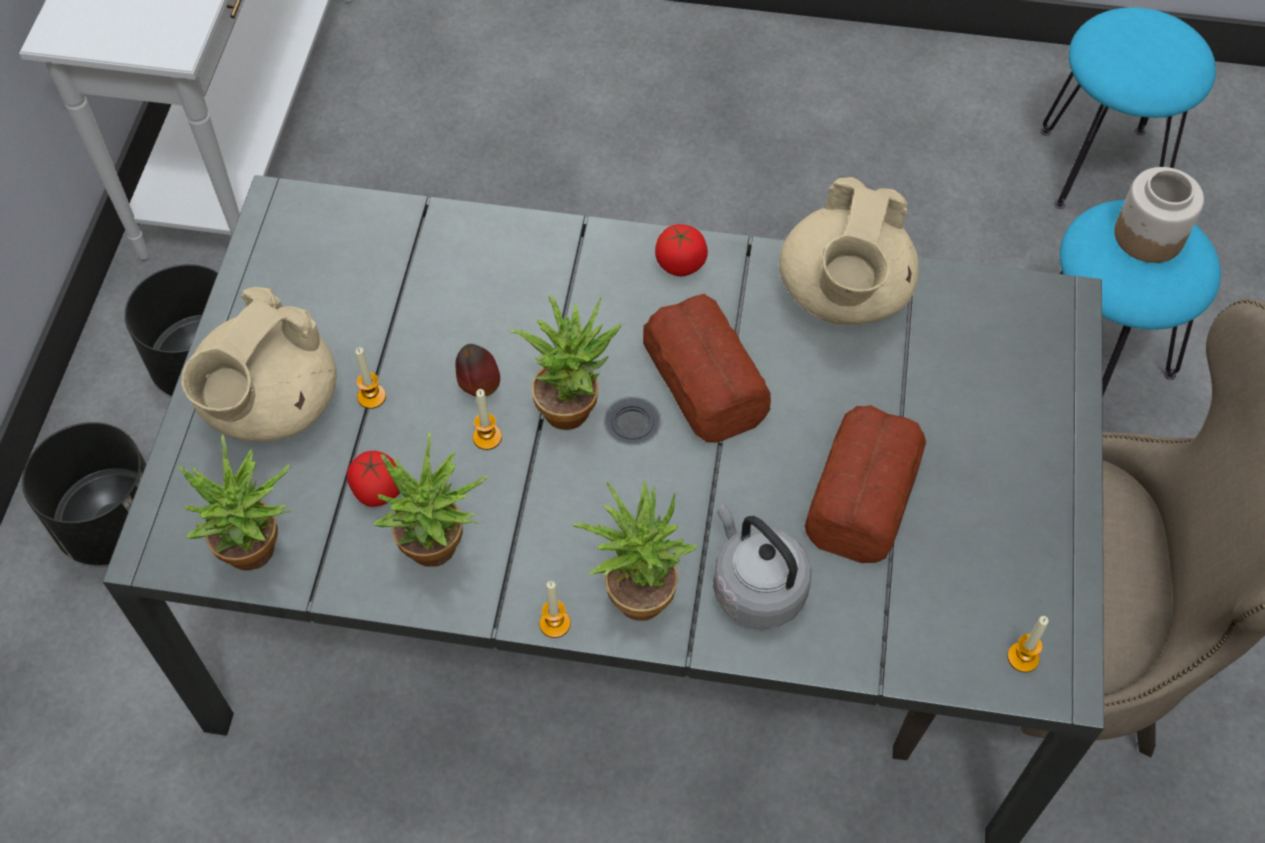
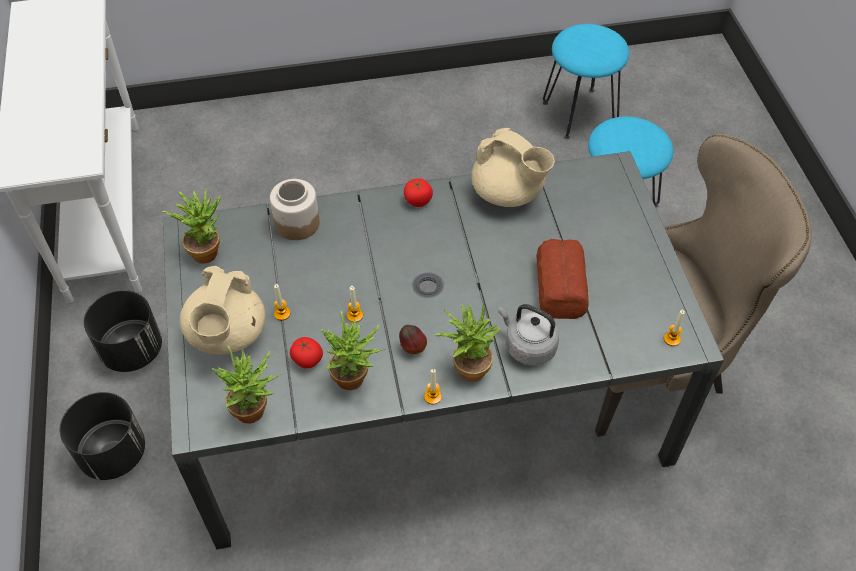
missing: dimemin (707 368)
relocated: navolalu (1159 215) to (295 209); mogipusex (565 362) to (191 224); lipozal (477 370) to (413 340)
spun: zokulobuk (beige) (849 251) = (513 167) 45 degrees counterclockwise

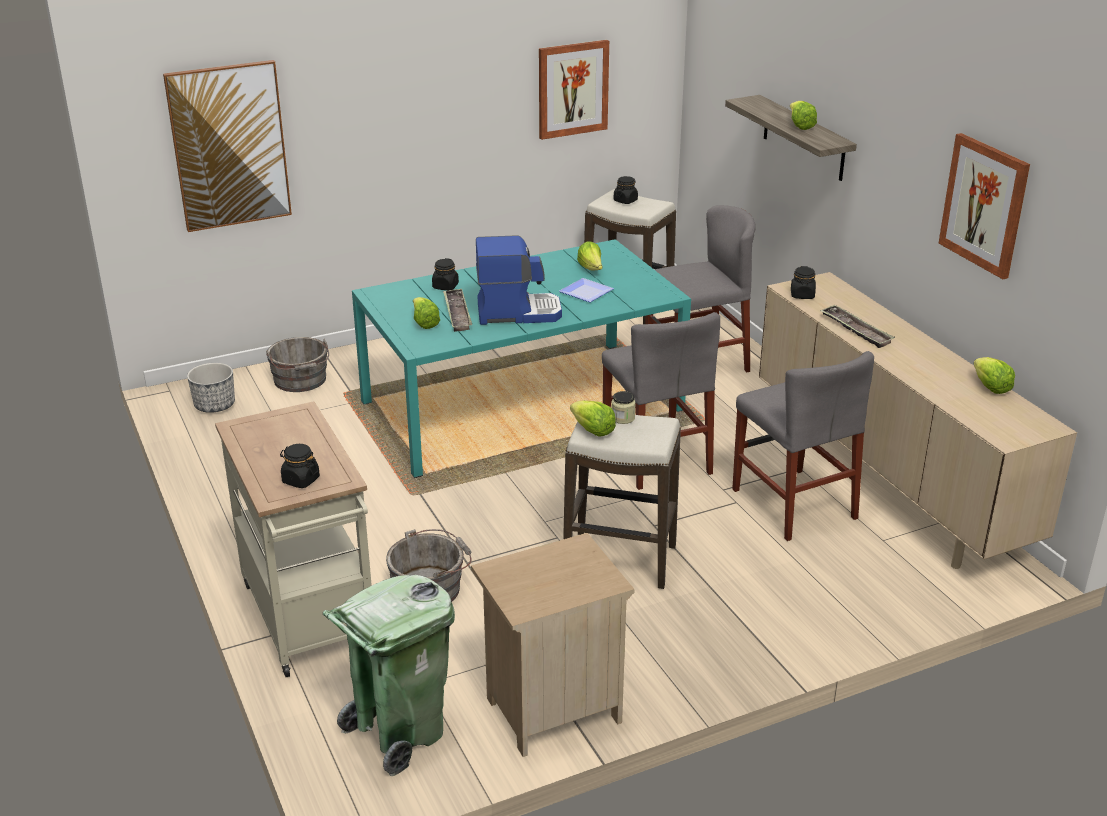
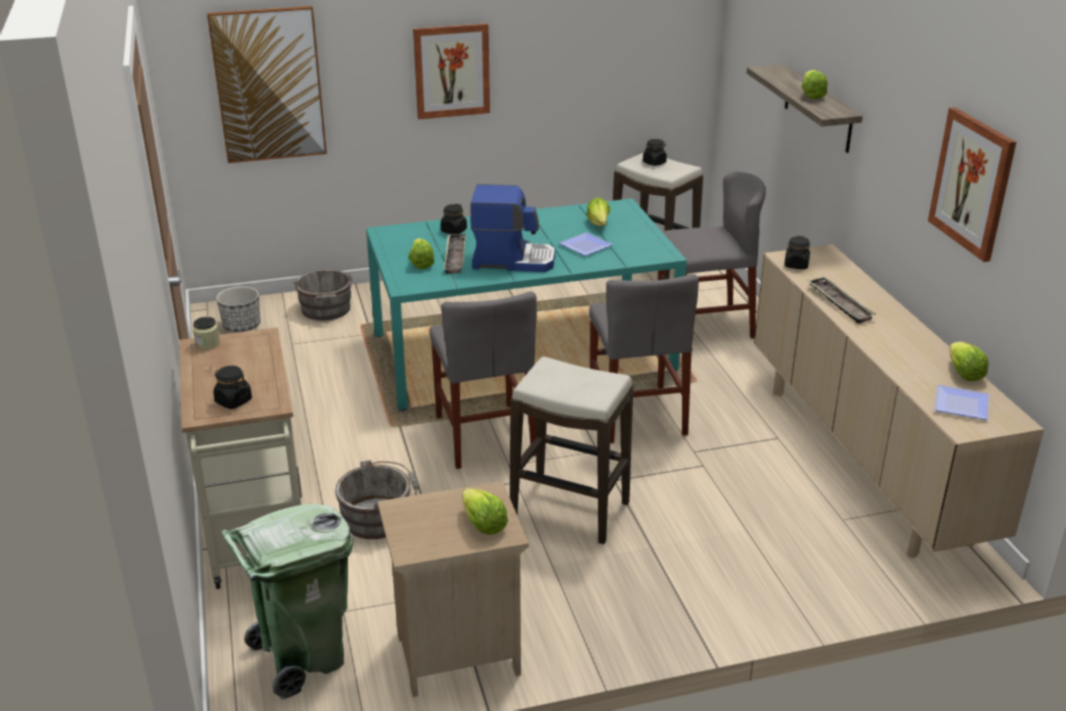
appeared: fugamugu (962 402)
relocated: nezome (574 90) to (451 71); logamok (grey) (803 446) to (483 380); navolalu (624 407) to (206 333); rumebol (593 418) to (485 511)

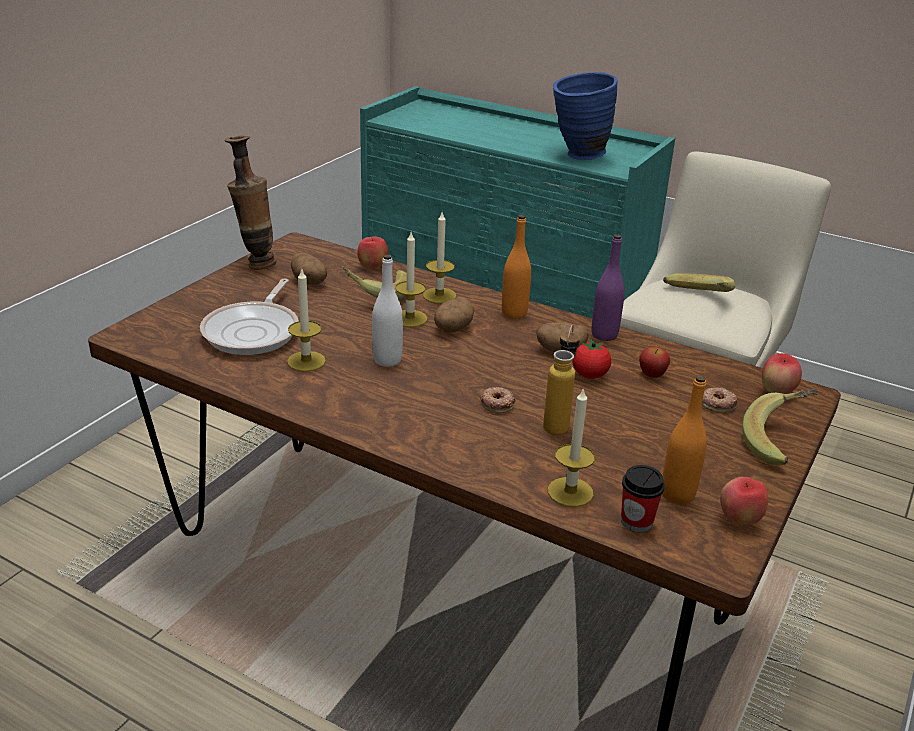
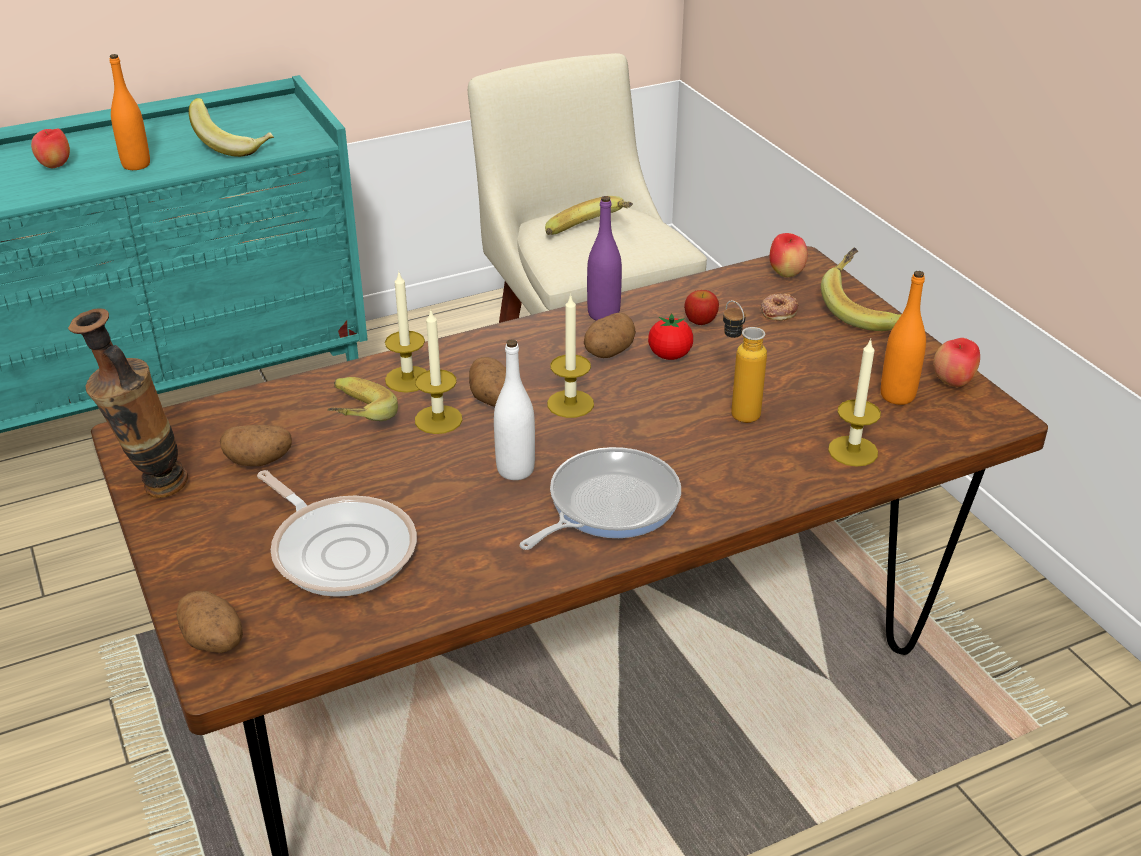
missing: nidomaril (498 400); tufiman (643 498)
appeared: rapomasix (600 498); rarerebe (209 622)
relocated: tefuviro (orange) (516 266) to (130 112); lipozal (372 253) to (50 148); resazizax (306 320) to (570 356)
exchanged: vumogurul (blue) (585 116) to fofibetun (231 127)

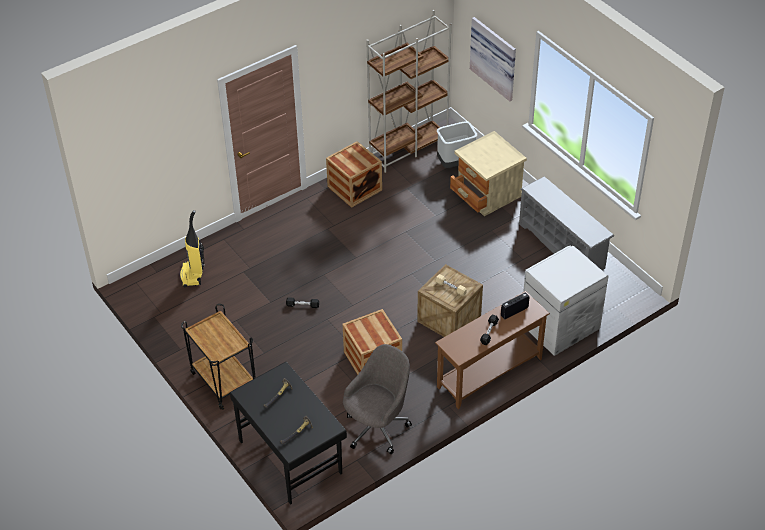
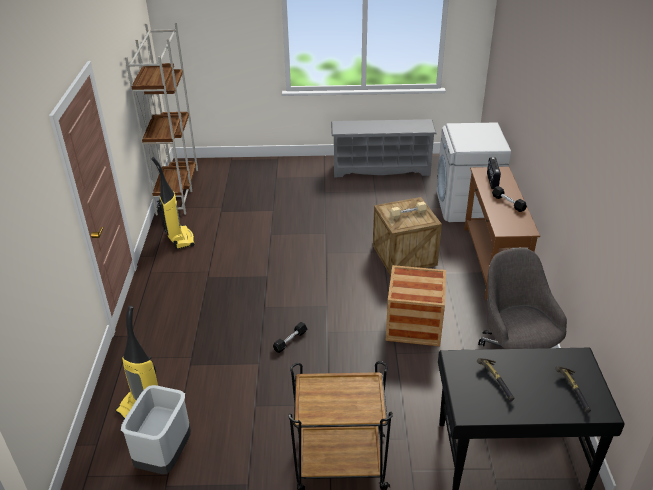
missing: nezome (493 59); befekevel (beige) (488 173)
relocated: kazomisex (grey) (457 144) to (156 429)
exchanged: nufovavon (354 174) to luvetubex (173 203)

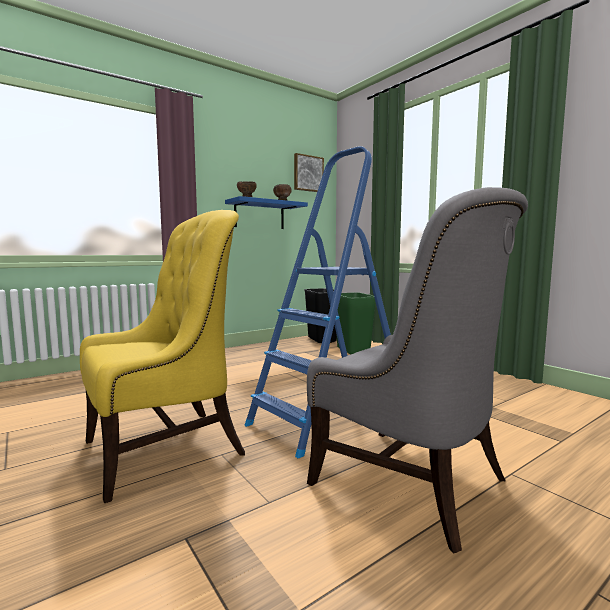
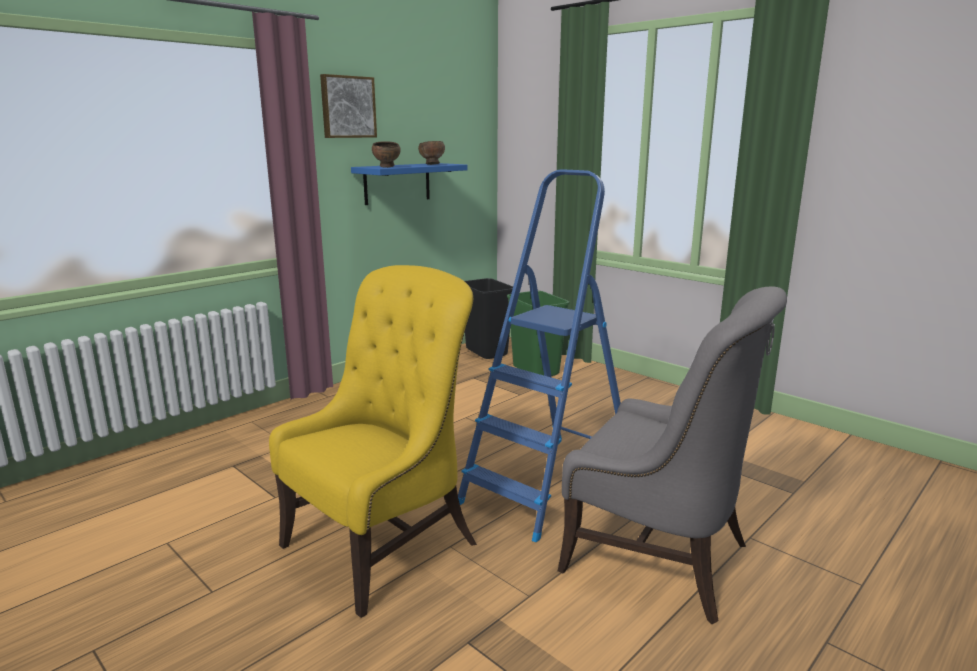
relocated: nezome (309 172) to (348 106)

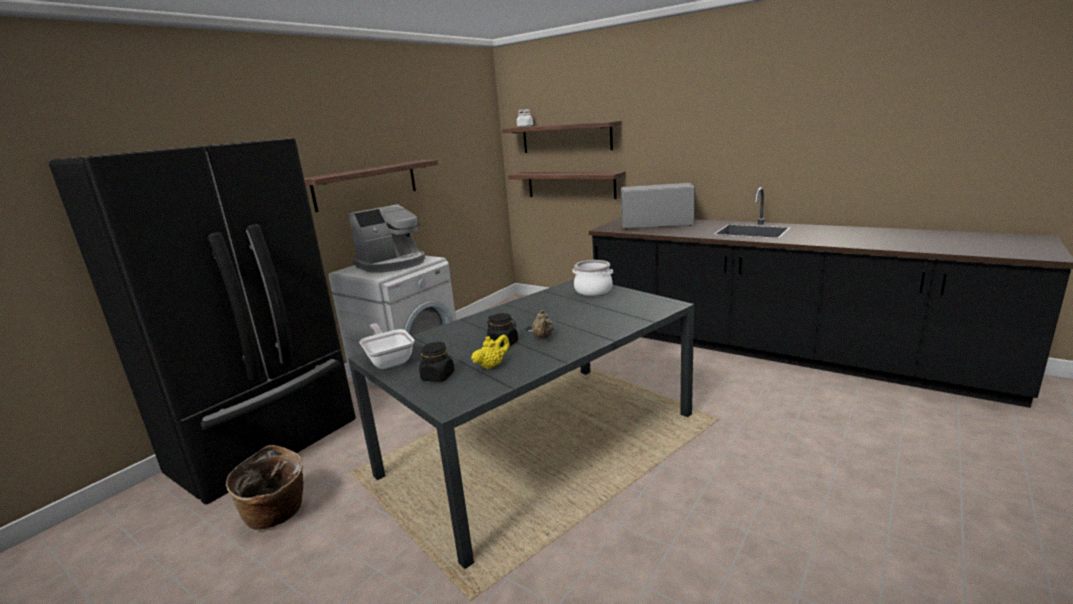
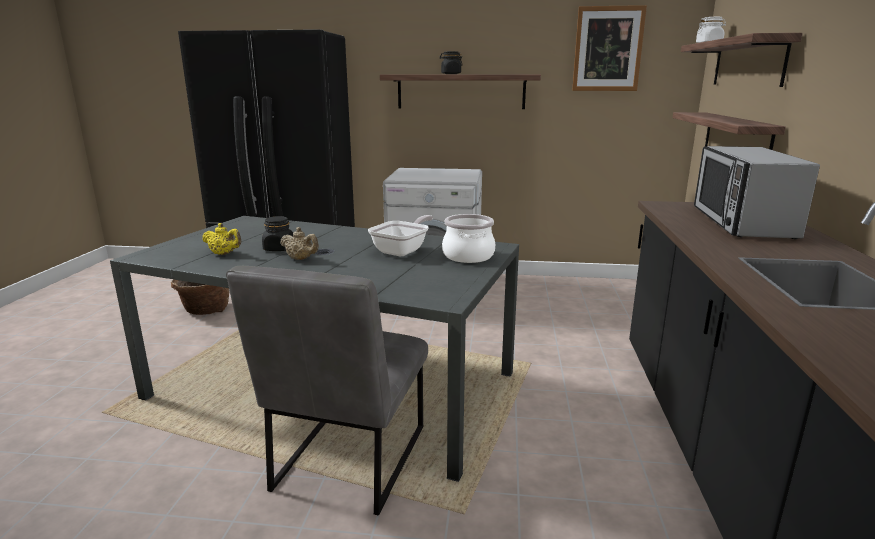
missing: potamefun (386 238)
appeared: nezome (609 48); logamok (grey) (327 391)
relocated: rapomasix (386 346) to (400 235); navolalu (black) (436 362) to (451 62)
spun: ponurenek (658 206) = (757 192) 150 degrees counterclockwise; zokulobuk (beige) (543 324) = (299 243) 120 degrees counterclockwise

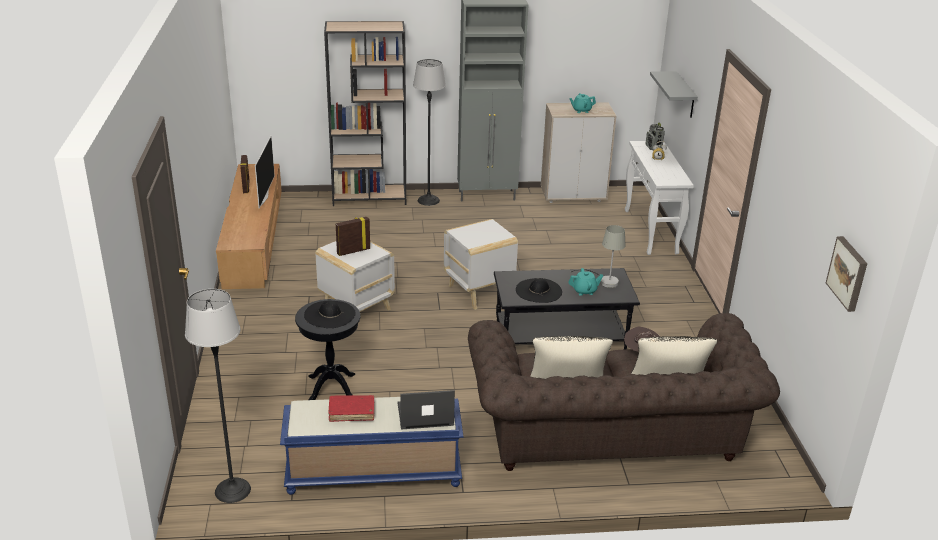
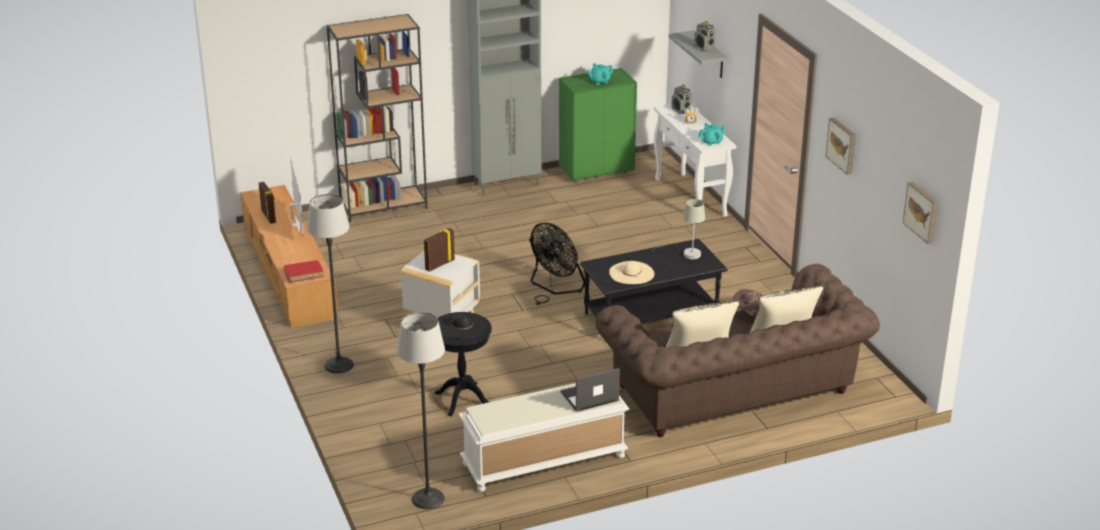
appeared: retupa (704 36); nezome (841 146)
relocated: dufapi (429 132) to (330 284); zokulobuk (turquoise) (585 282) to (712 134); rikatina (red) (351 408) to (303 271)
exchanged: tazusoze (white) (481 264) to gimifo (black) (557 264)
colour: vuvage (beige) (578 153) to vuvage (green) (598 125); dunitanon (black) (539 290) to dunitanon (beige) (631 272); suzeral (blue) (372 446) to suzeral (white) (543 437)

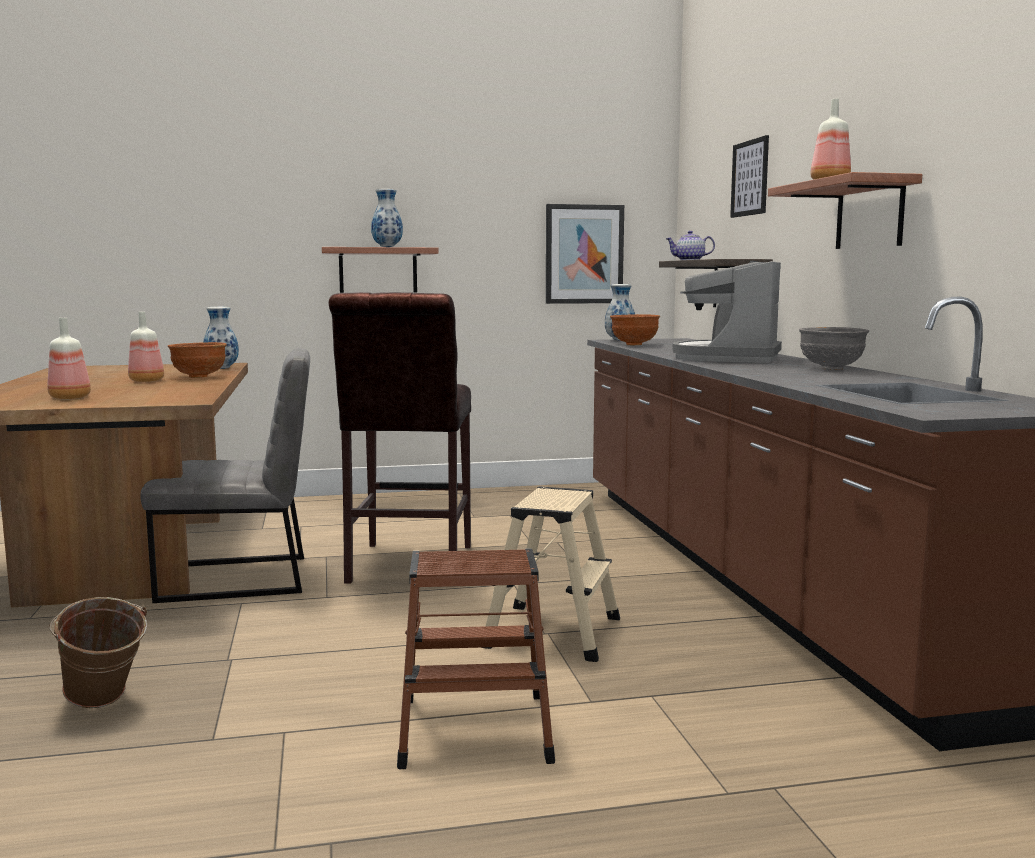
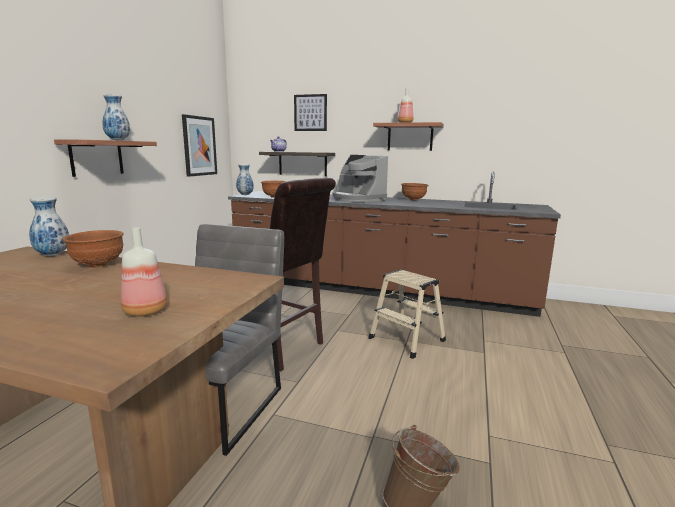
missing: tefuviro (146 347); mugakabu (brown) (476 658)
colour: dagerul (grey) (834 348) to dagerul (brown) (414 191)

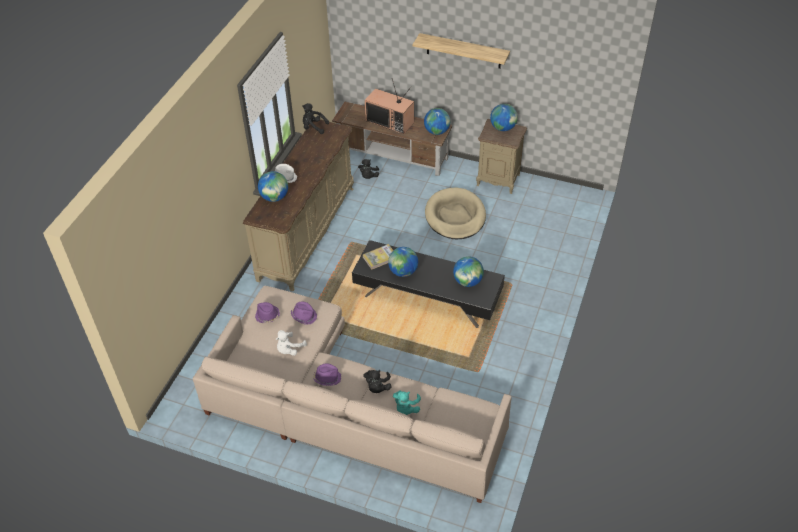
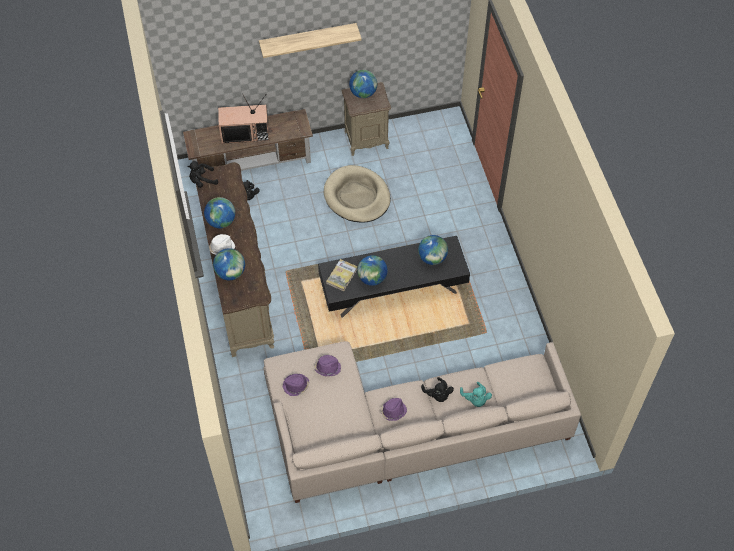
missing: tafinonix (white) (291 343)
relocated: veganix (437 121) to (219 212)

